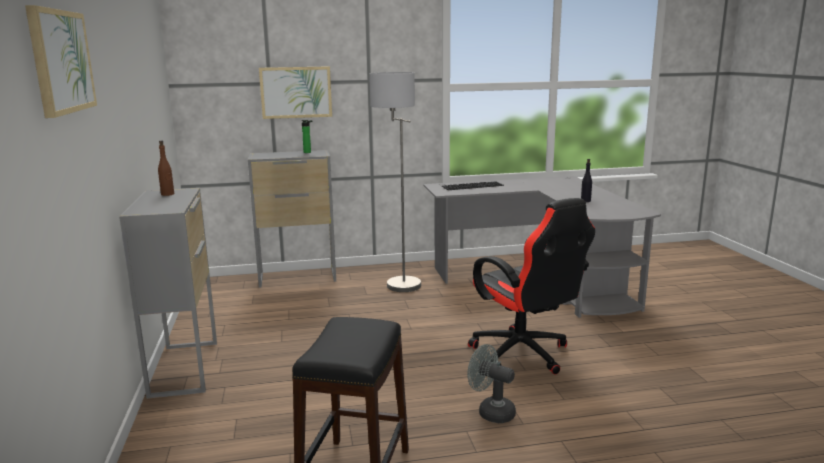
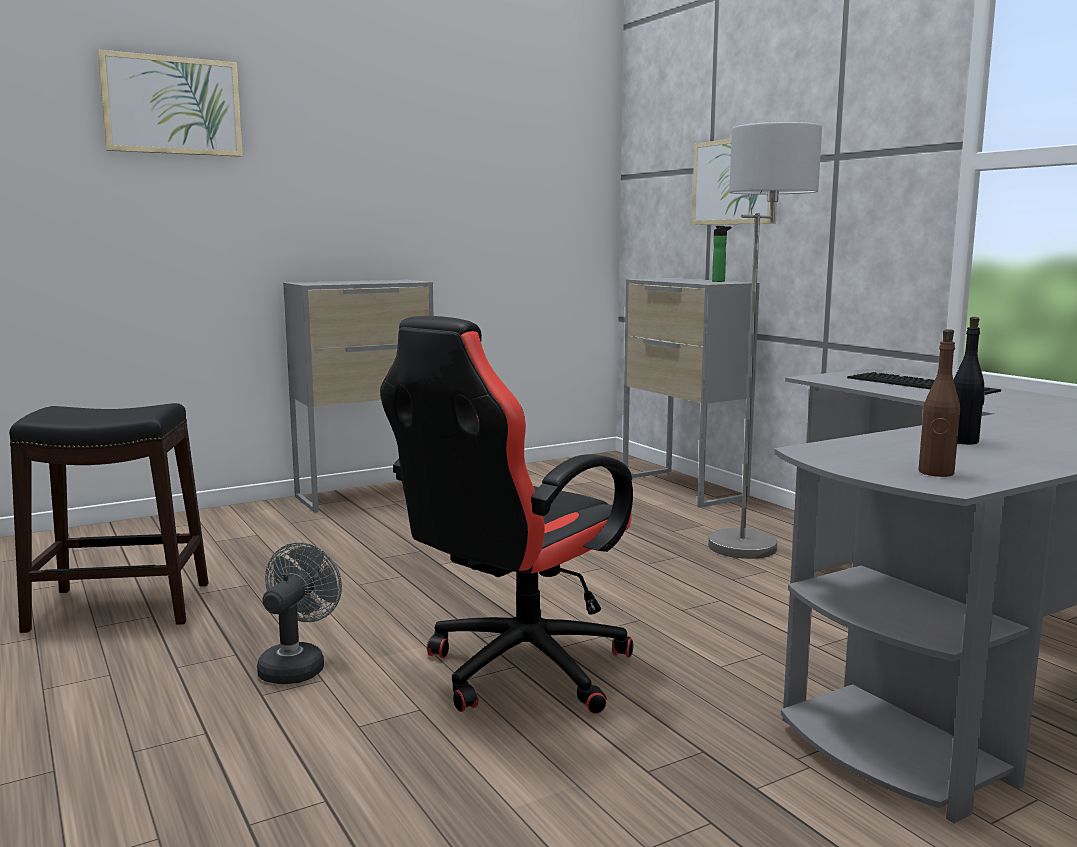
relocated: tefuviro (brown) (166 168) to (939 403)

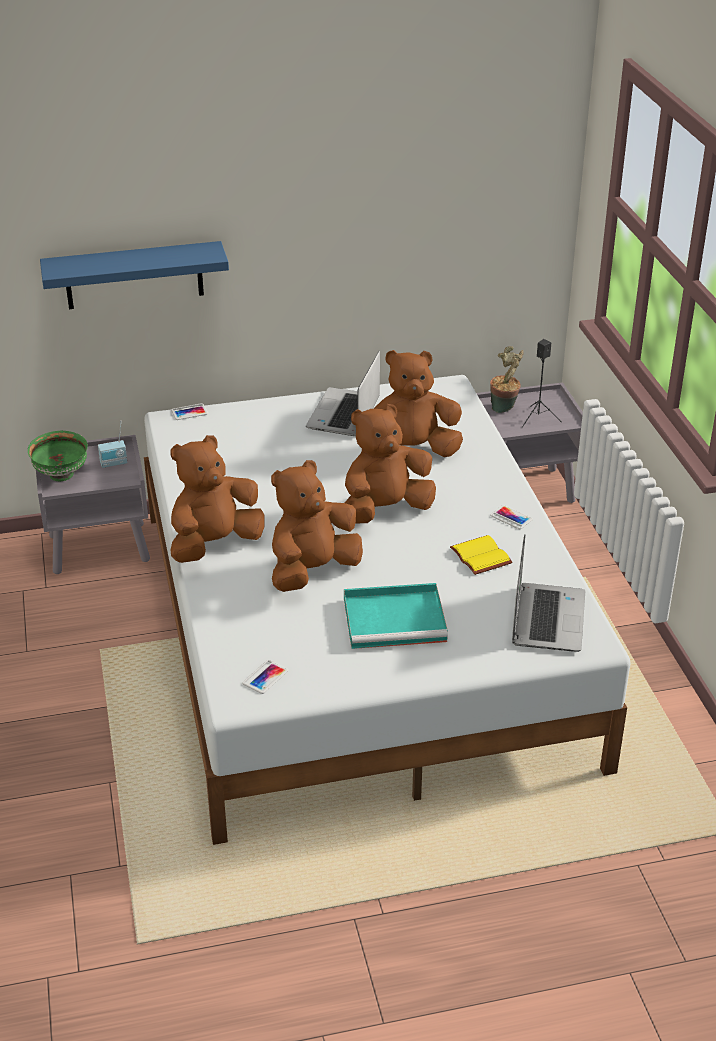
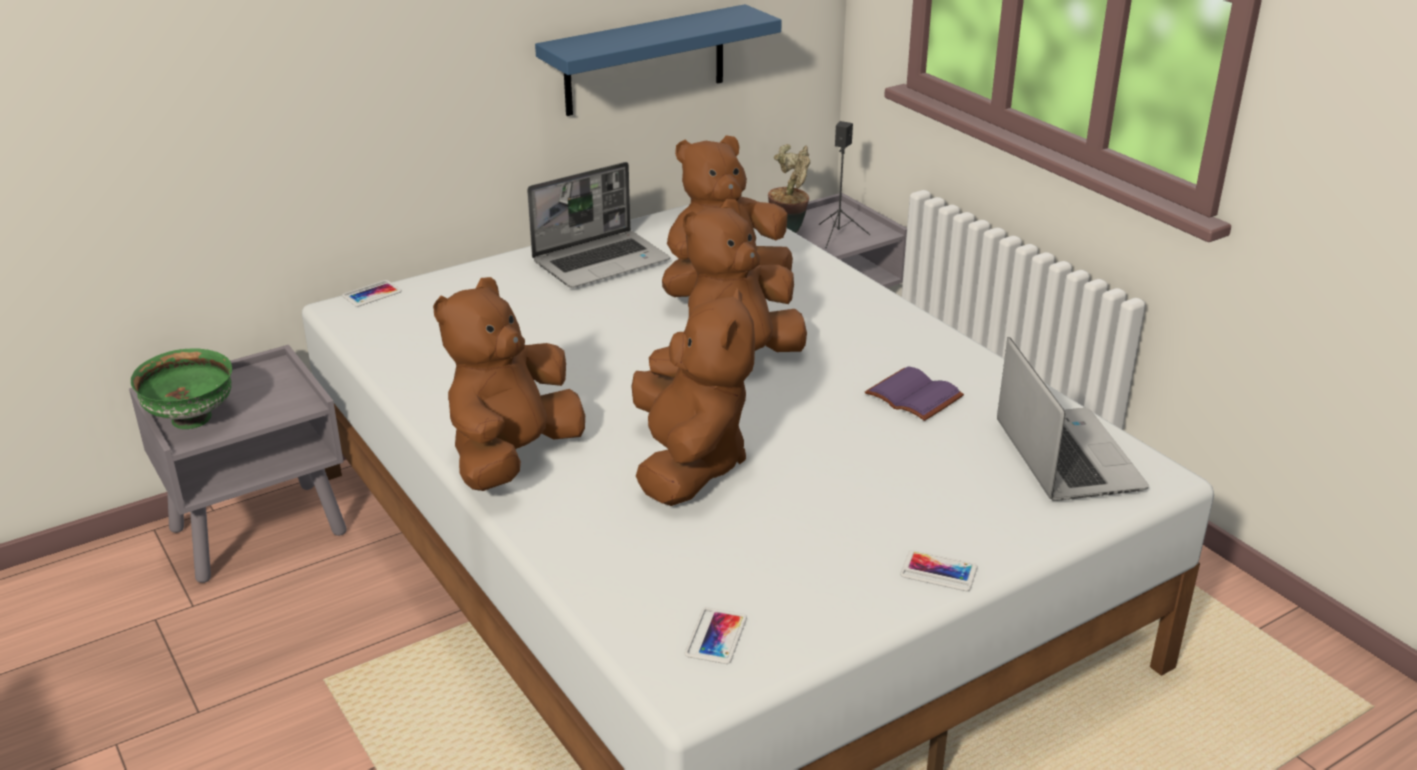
missing: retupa (112 444); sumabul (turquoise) (396 616)
relocated: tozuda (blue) (134 275) to (658 60); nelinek (511 517) to (939 570)
colour: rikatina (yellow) (481 555) to rikatina (purple) (914 393)
spun: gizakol (343 393) = (598 225) 120 degrees counterclockwise; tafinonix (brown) (317 526) = (693 396) 150 degrees clockwise

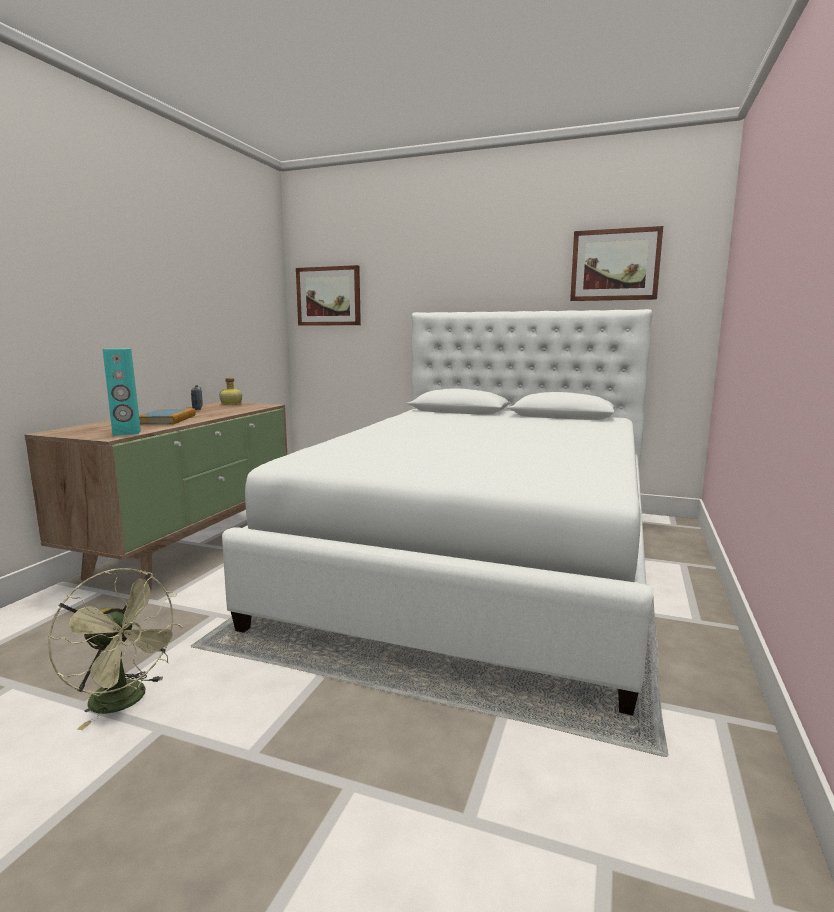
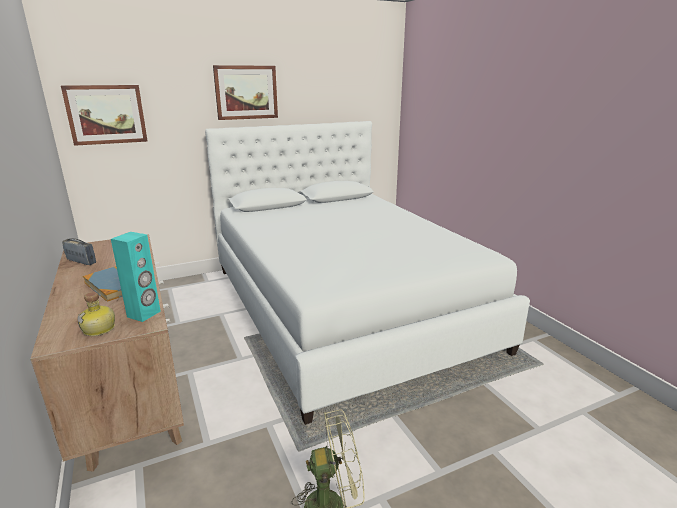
relocated: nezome (616 263) to (245 92); tefuviro (230 391) to (96 314)

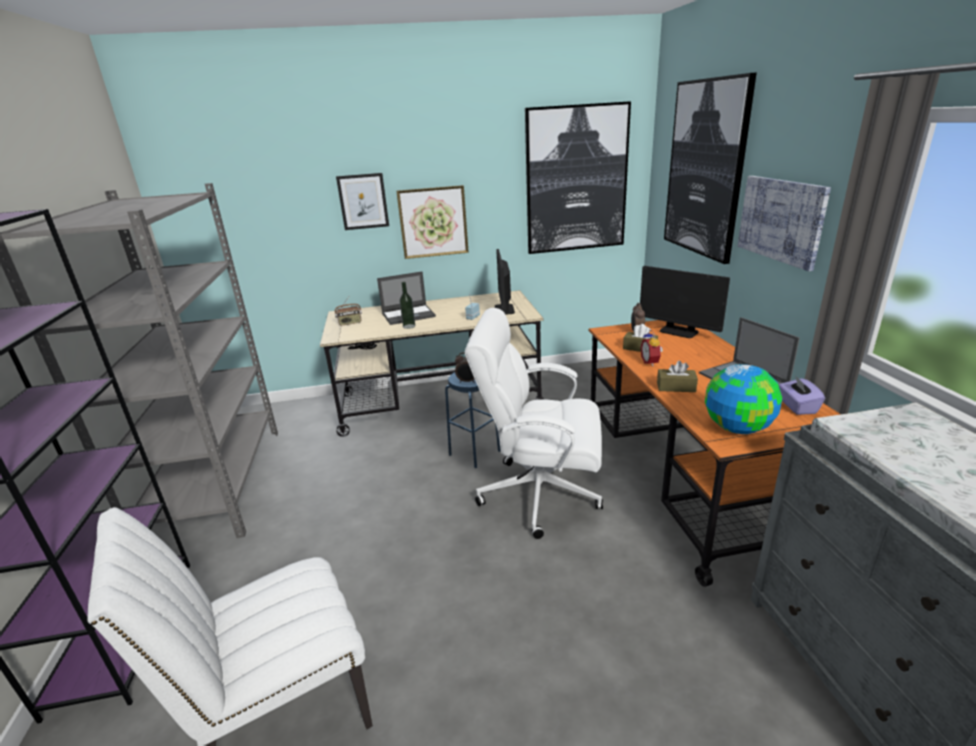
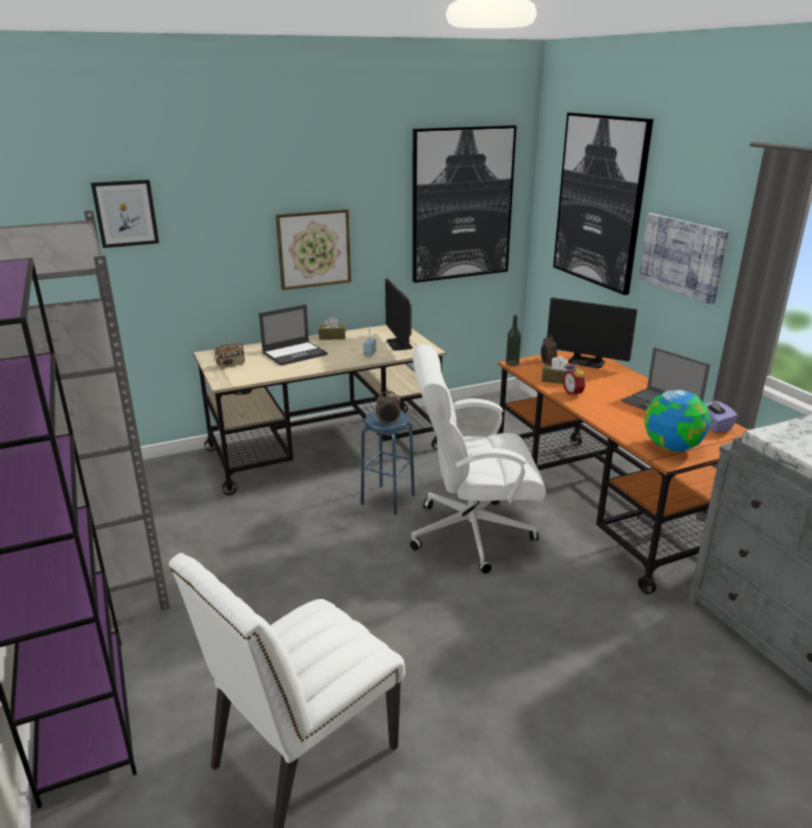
relocated: nezome (362 201) to (125 214); tefuviro (407 305) to (513 340); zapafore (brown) (677 376) to (332 328)

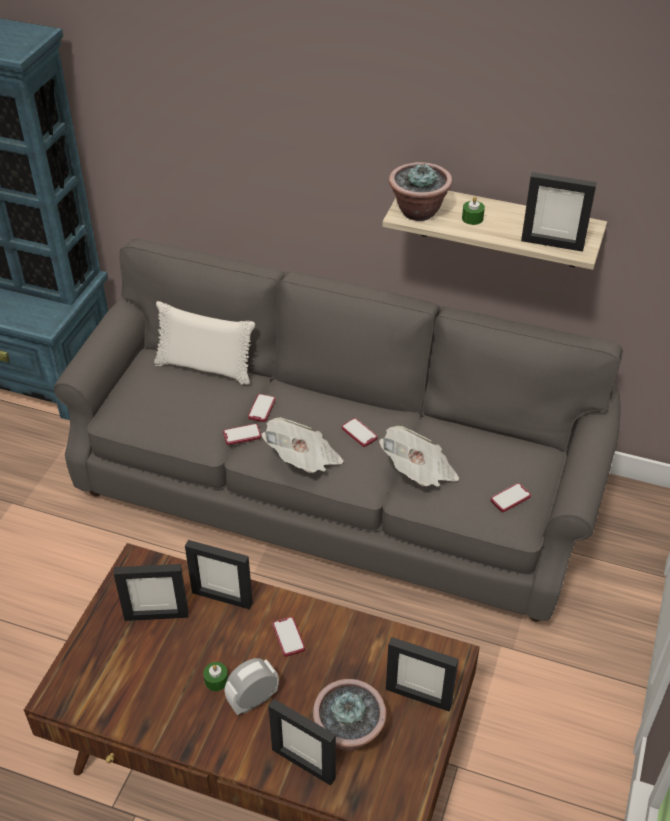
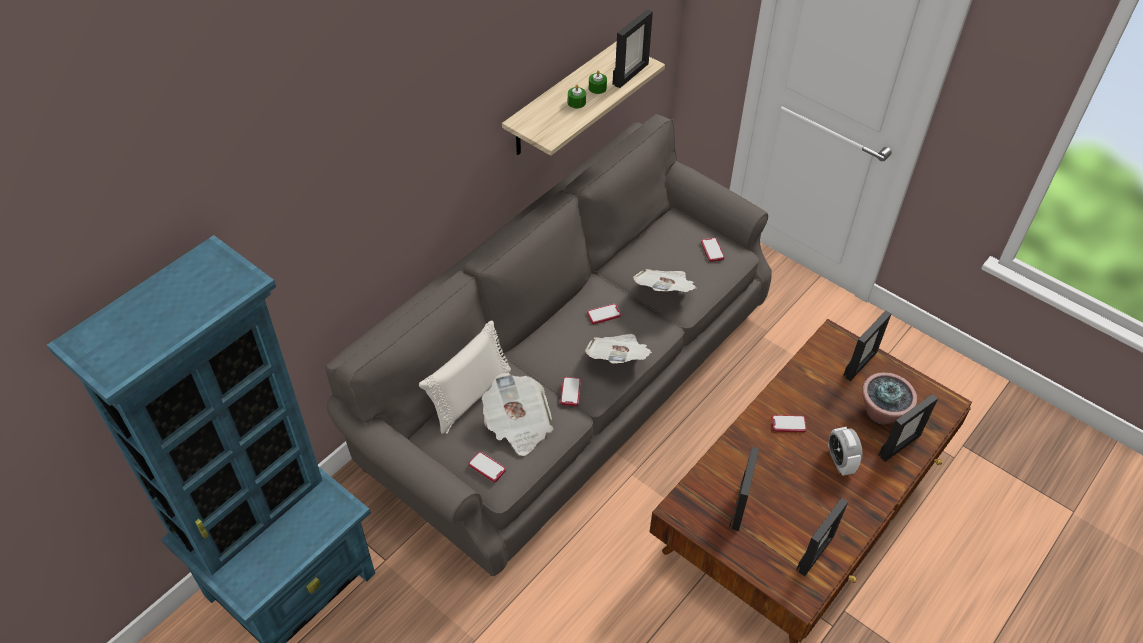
missing: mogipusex (420 191)
appeared: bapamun (517 414)
relocated: nelinek (262 408) to (487 467); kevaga (219 575) to (822 537); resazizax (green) (215 676) to (598 82)

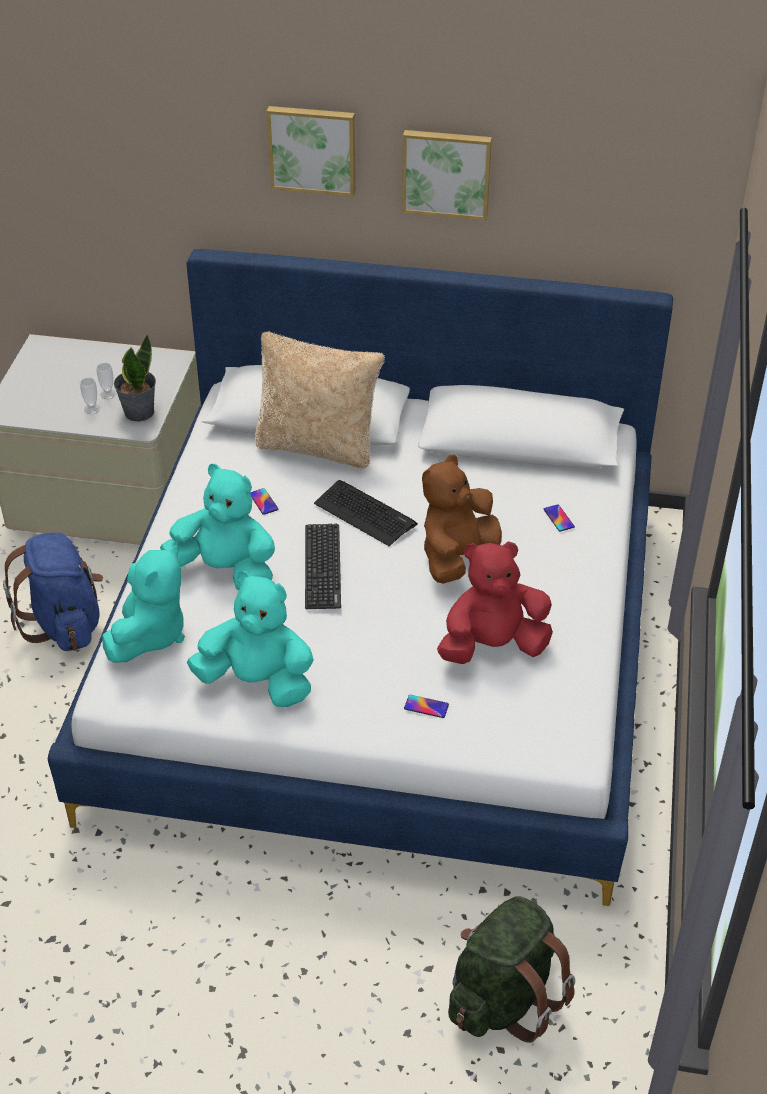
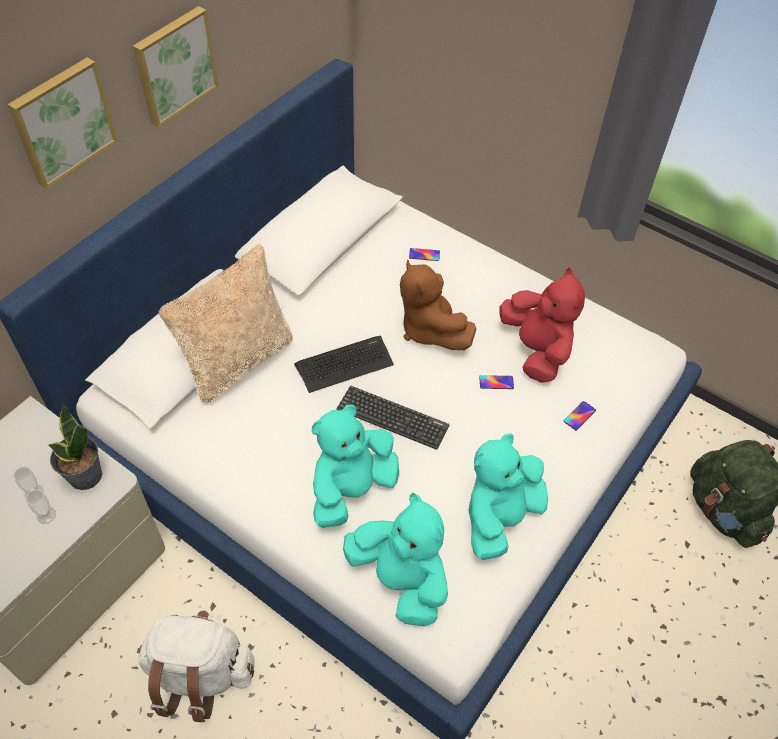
relocated: nelinek (264 501) to (496 382)
colour: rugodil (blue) (53 591) to rugodil (white) (196 666)
spun: tafinonix (red) (495 602) = (542 325) 150 degrees clockwise

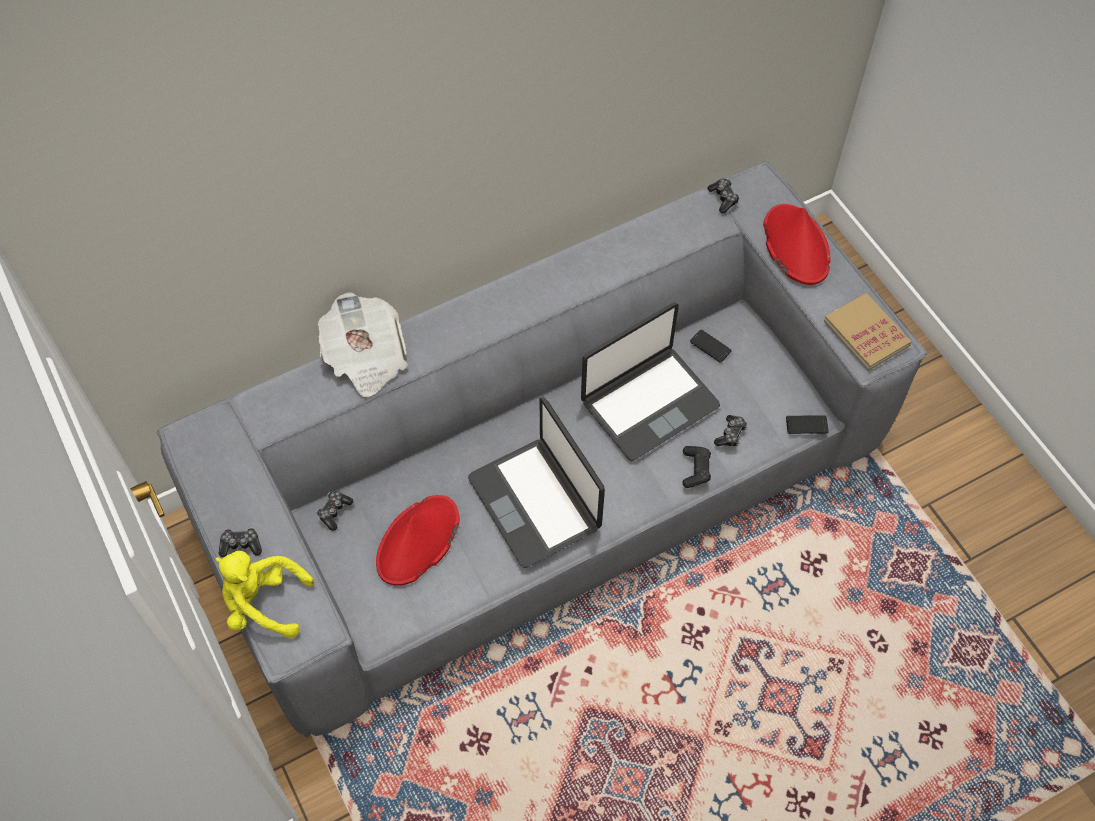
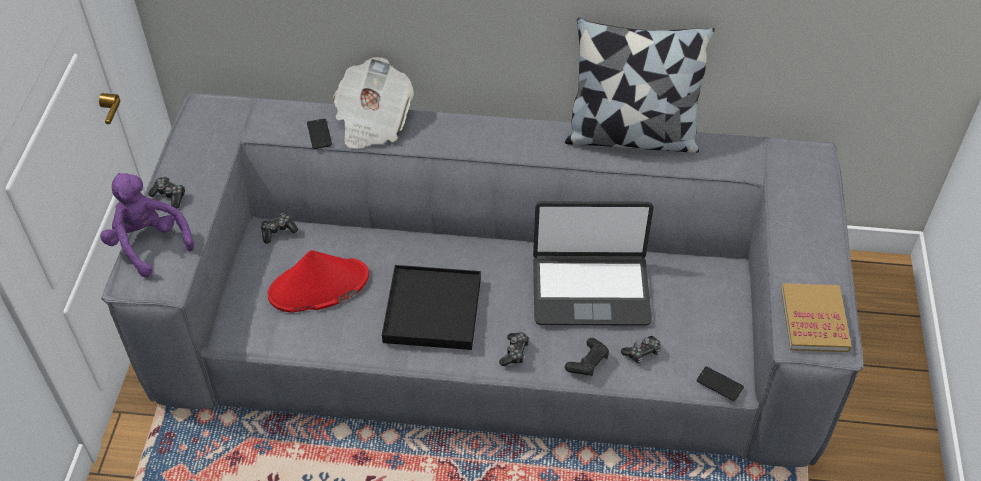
missing: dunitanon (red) (797 244)
appeared: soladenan (640 85)
relocated: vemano (723 195) to (514 349); nelinek (711 346) to (319 134)
exchanged: gizakol (536 482) to sumabul (black) (431 307)
colour: tafinonix (yellow) (264 594) to tafinonix (purple) (147 225)

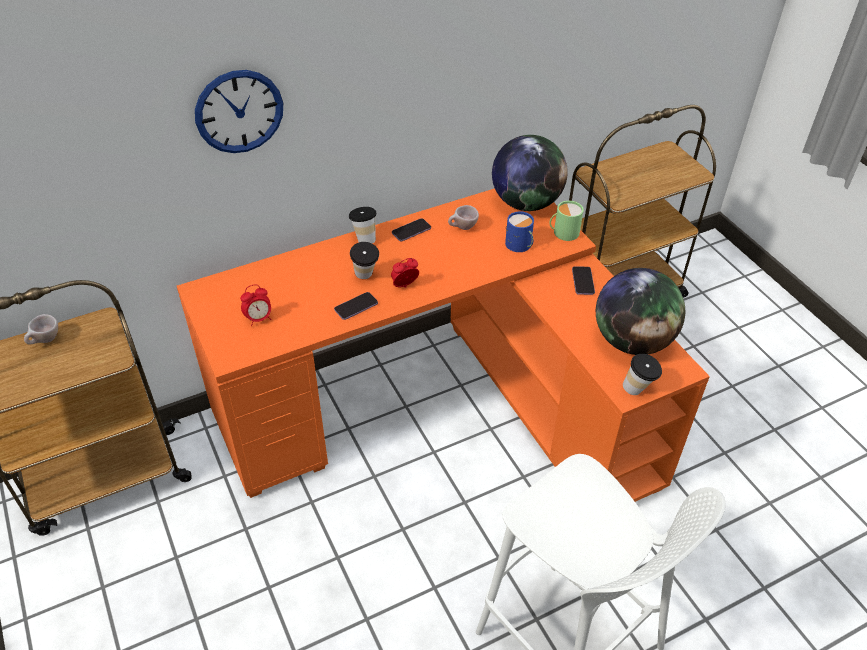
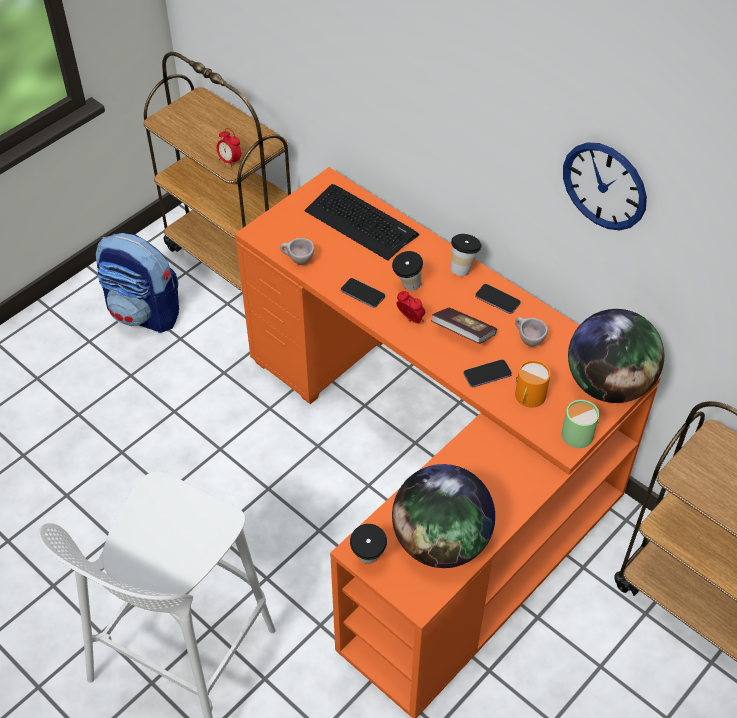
appeared: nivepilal (362 222); rugodil (137 283); rikatina (464 326)
relocated: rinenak (239 111) to (605 186); nelinek (583 281) to (487 373); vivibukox (255 305) to (229 147); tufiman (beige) (41 329) to (297 251)
colour: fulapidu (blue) (519 231) to fulapidu (orange) (533 384)

